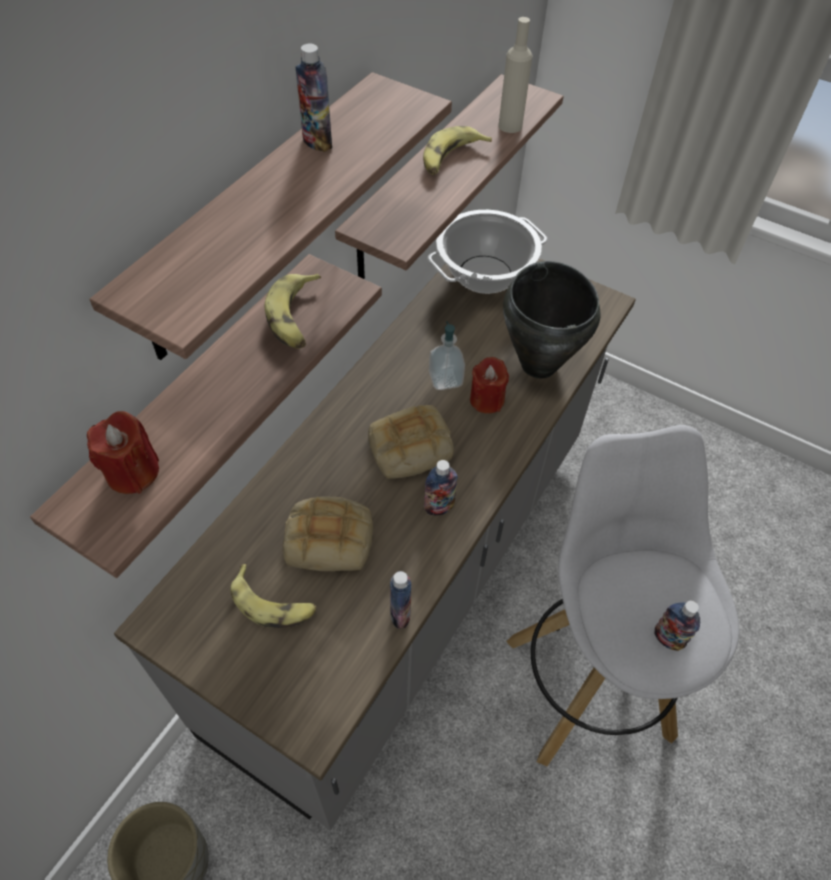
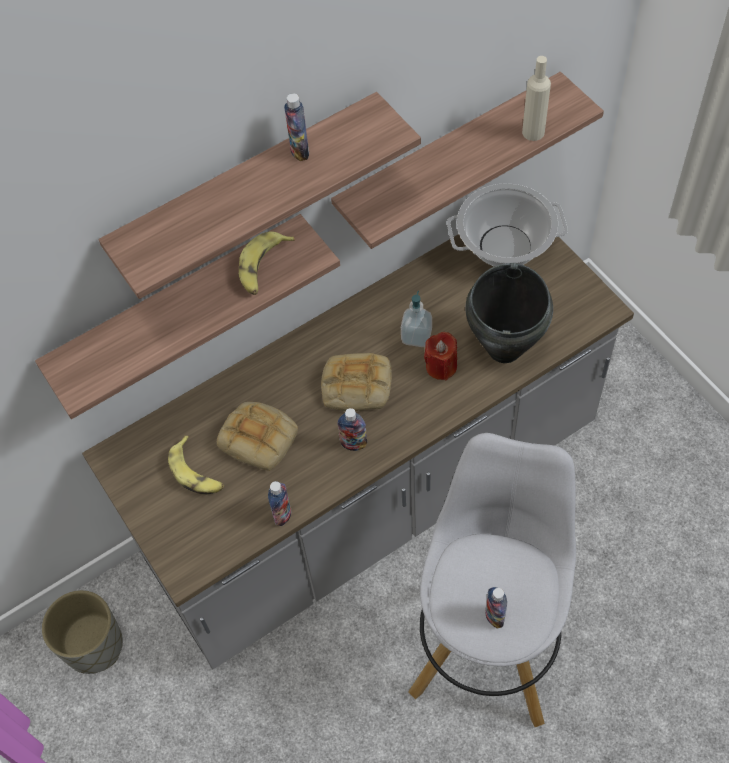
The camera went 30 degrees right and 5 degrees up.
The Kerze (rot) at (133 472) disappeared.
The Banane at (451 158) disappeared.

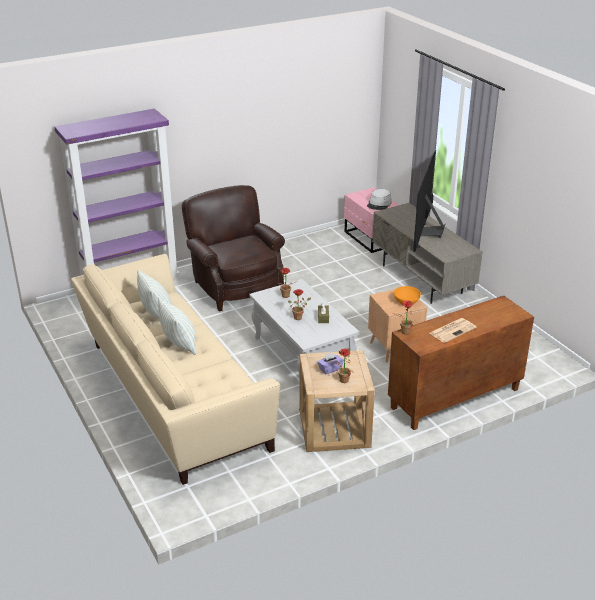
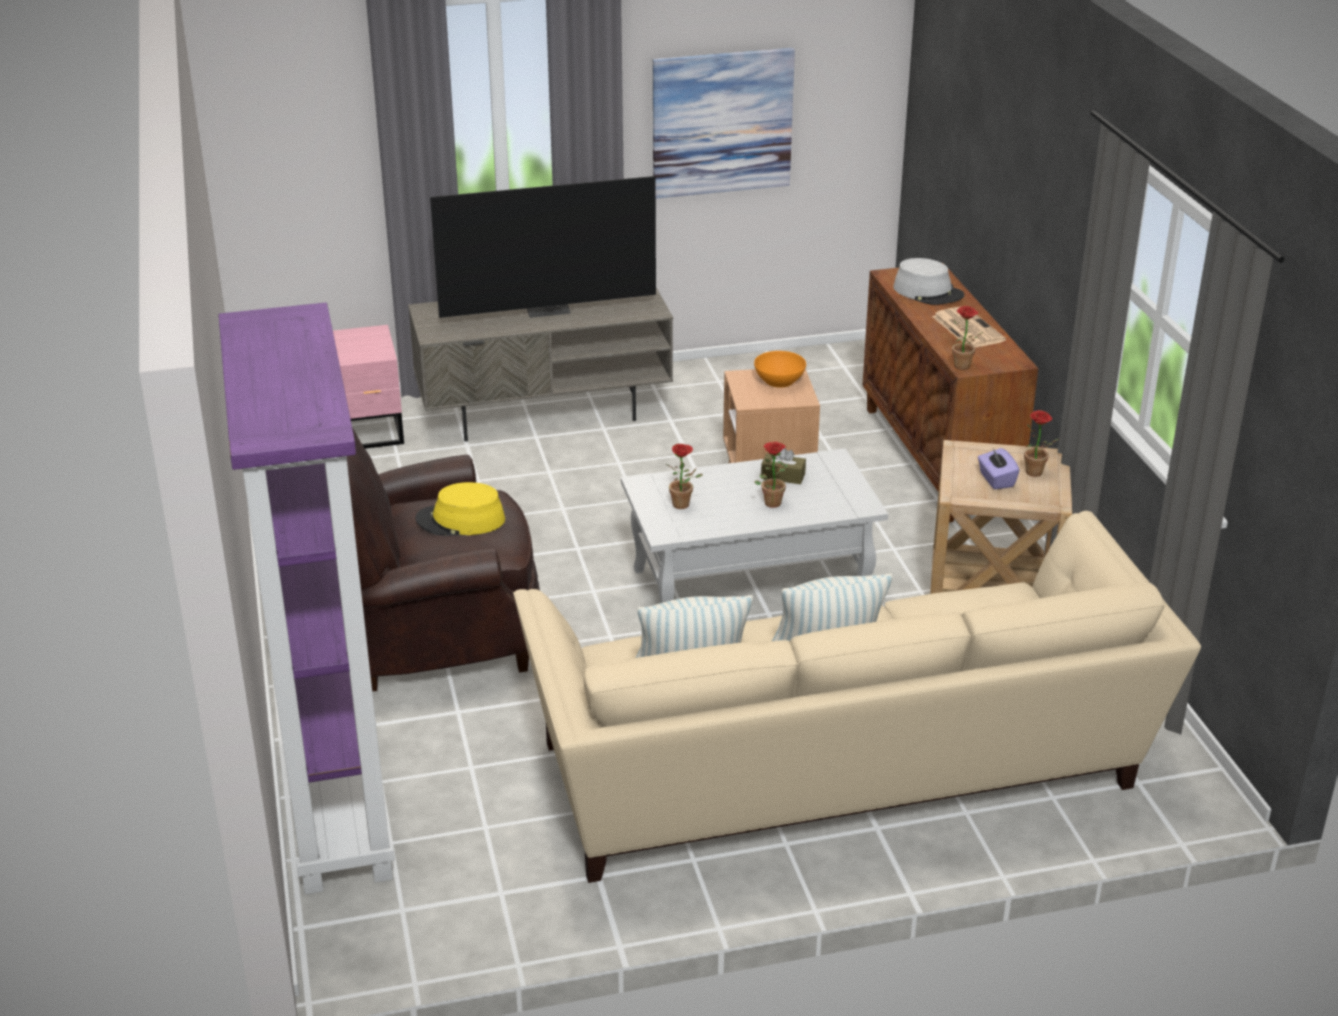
The camera went 75 degrees left and 0 degrees up.
The Hut (grau) moved from (379 204) to (928 292).
The Fernseher at (428 232) turned 45 degrees counterclockwise.
The Hut (gelb) at (460 520) appeared.
The Bild at (722 122) appeared.

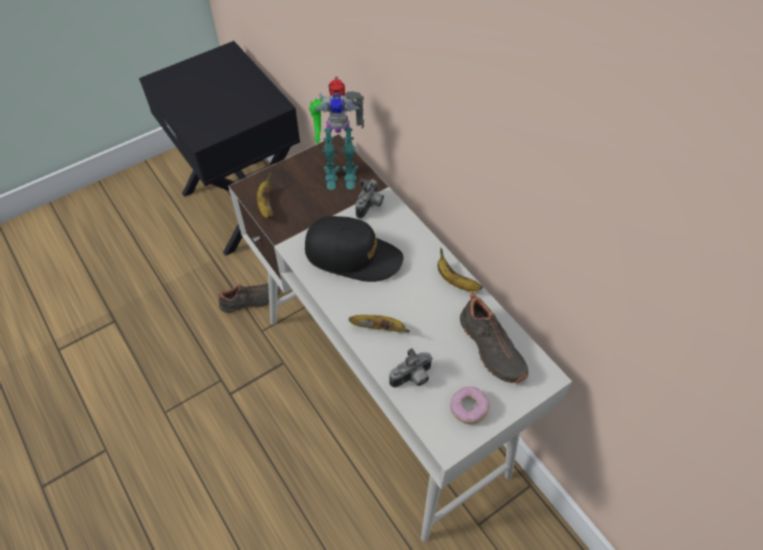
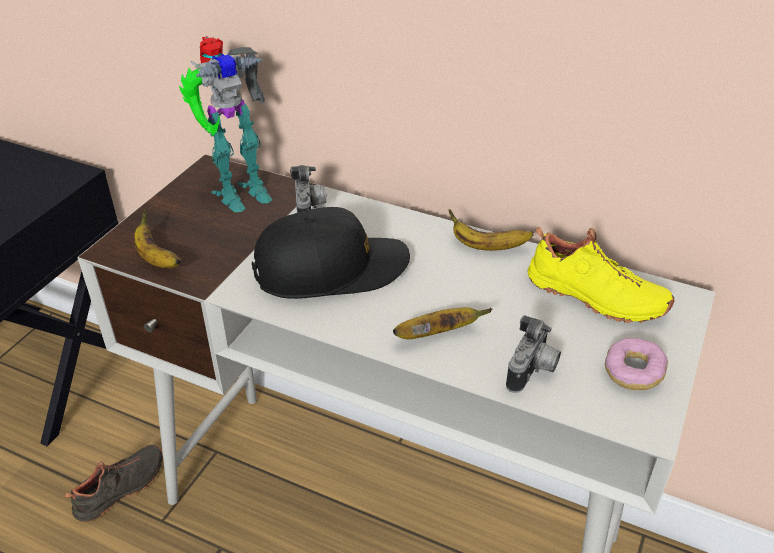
The camera went 30 degrees left and 15 degrees down.
The Schuh (schwarz) at (490 348) became the Schuh (gelb) at (594 298).

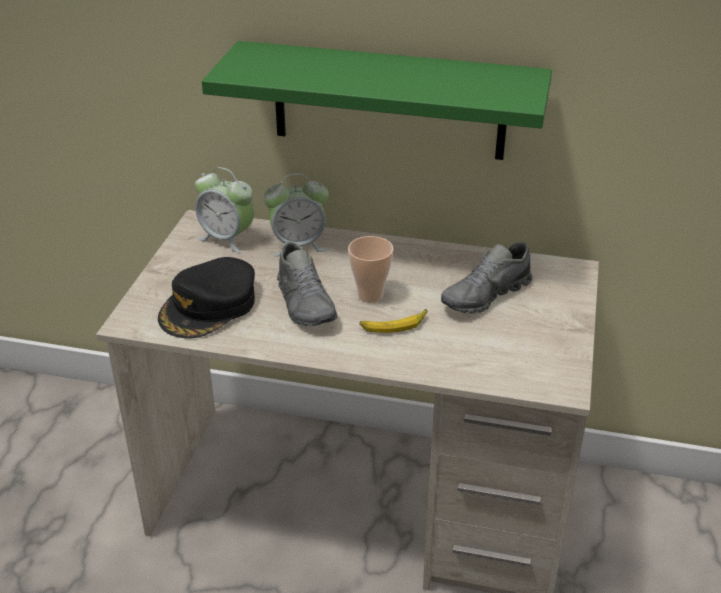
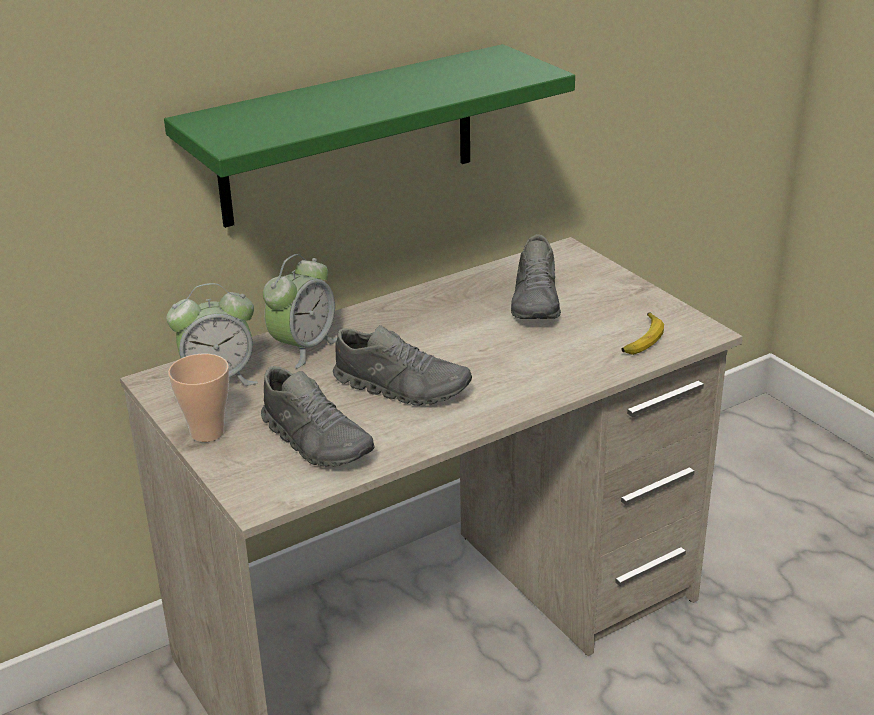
The camera went 45 degrees left and 5 degrees down.
The Kappe (schwarz) at (209 307) was replaced by the Schuh (grau) at (316 441).
The Tasse moved from (370 295) to (207 432).
The Banane moved from (394 325) to (642 340).

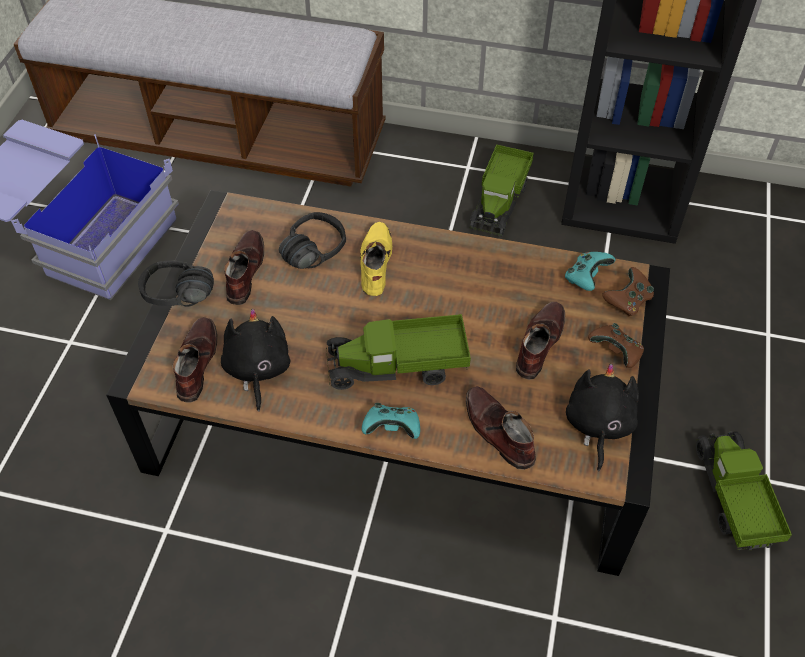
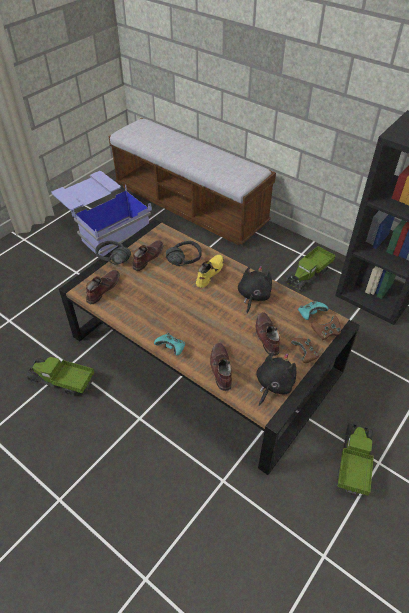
The camera went 25 degrees right and 5 degrees down.
The Plüschtier (schwarz) moved from (257 370) to (253 296).
The Spielzeuglaster moved from (398 366) to (62 381).
The Schuh (braun) at (538 343) turned 60 degrees counterclockwise.

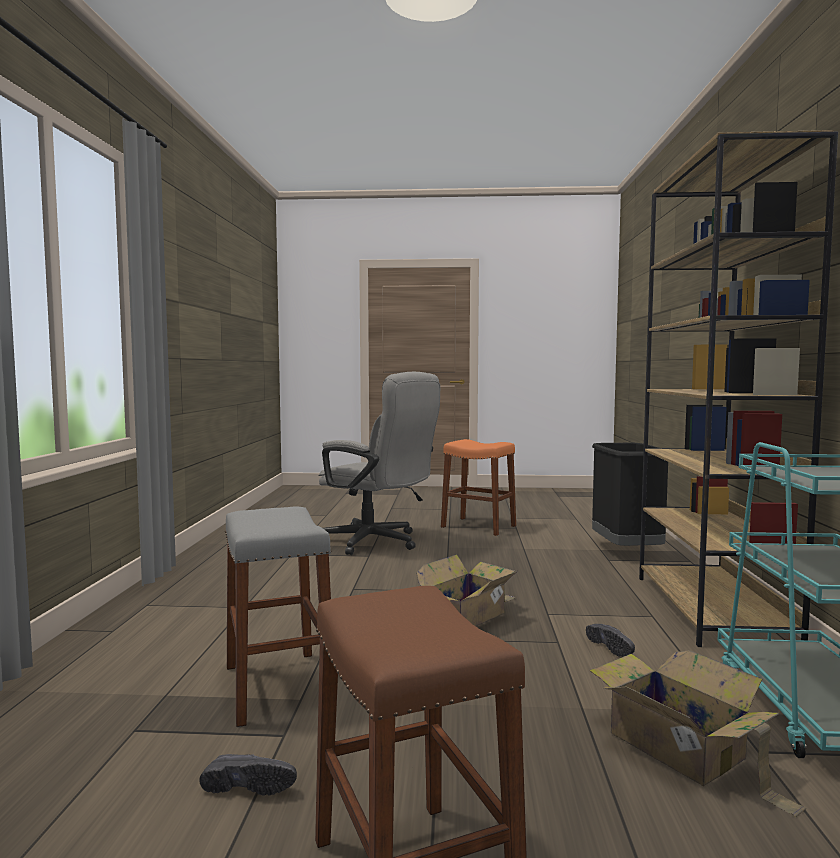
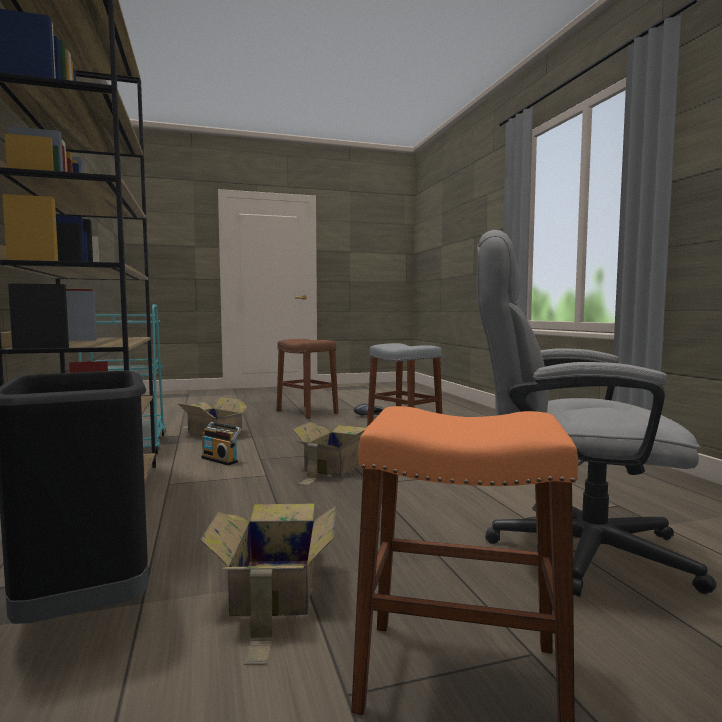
The camera went 160 degrees right and 0 degrees up.
The Schuh (schwarz) at (613 648) was replaced by the Radio at (221 460).
The Karton at (273 589) appeared.

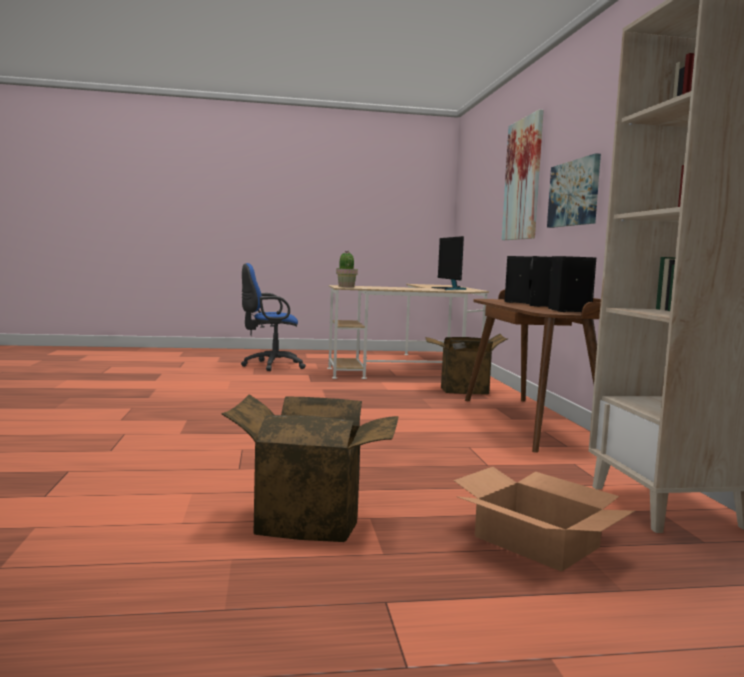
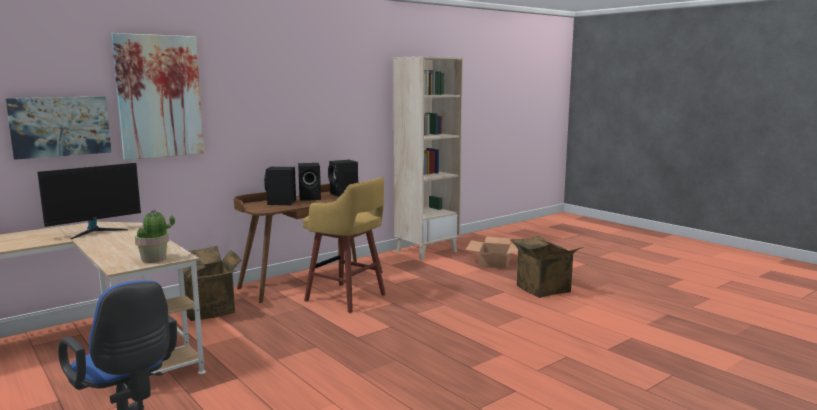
The camera went 120 degrees left and 5 degrees up.
The Bild moved from (574 193) to (60 126).
The Hocker (gelb) at (347 298) appeared.

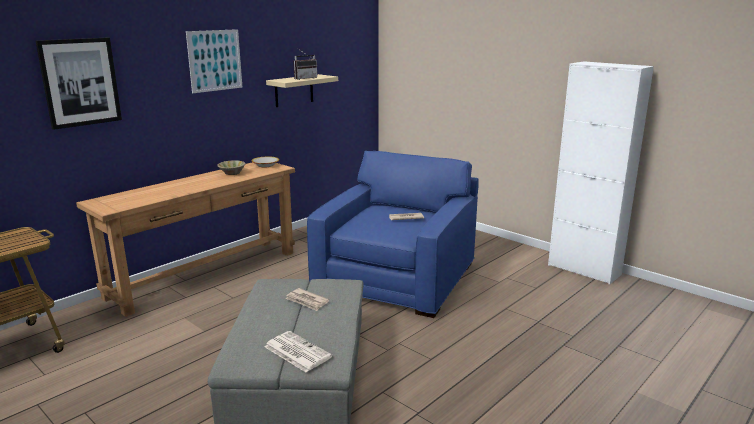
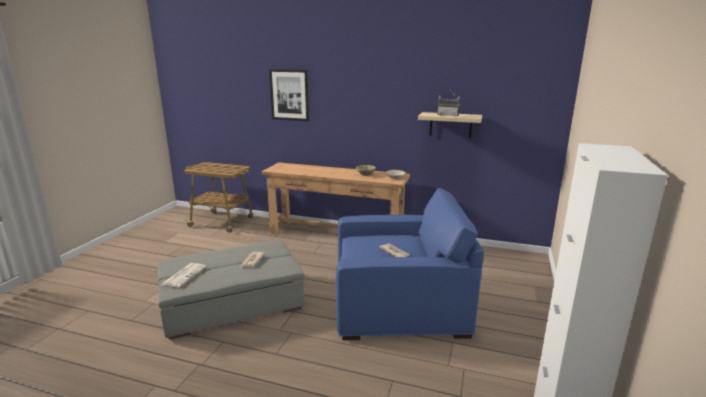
The camera went 65 degrees right and 0 degrees up.
The Bild at (215 60) disappeared.

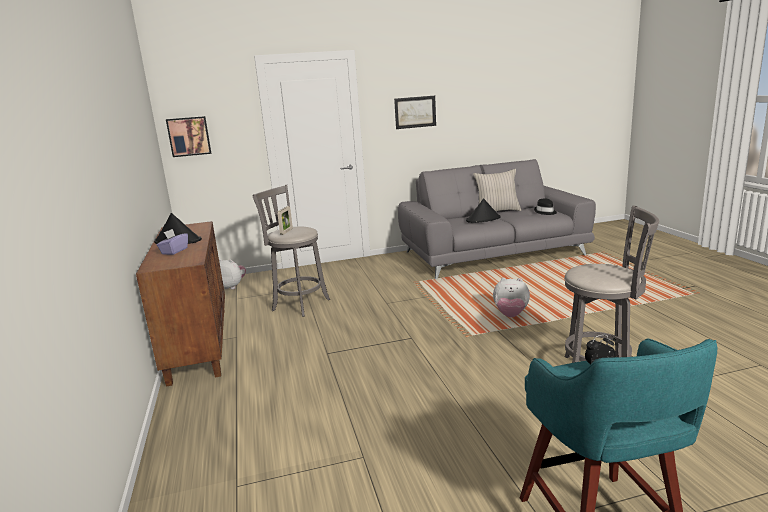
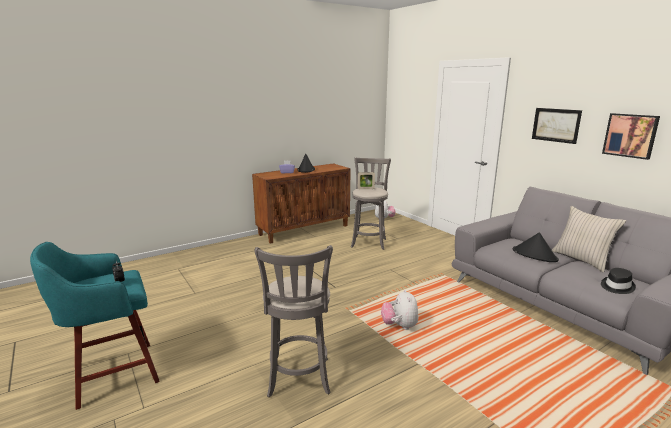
The camera went 70 degrees right and 0 degrees up.
The Bild moved from (189 136) to (630 135).

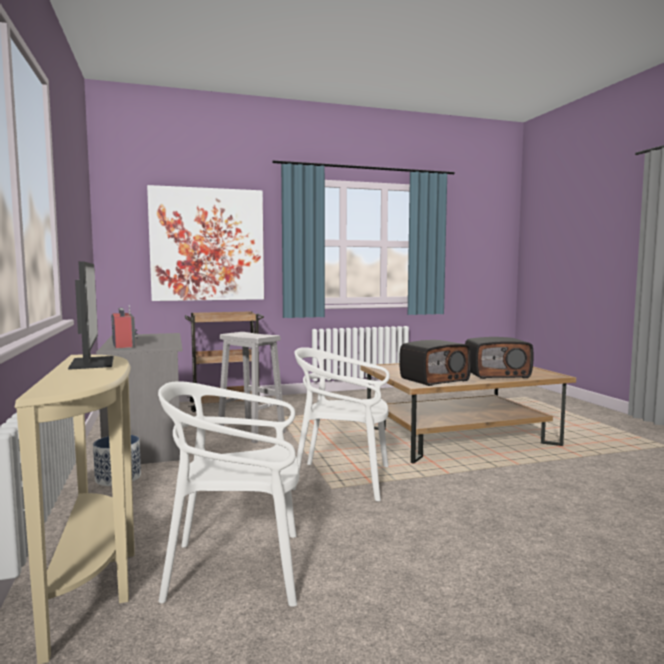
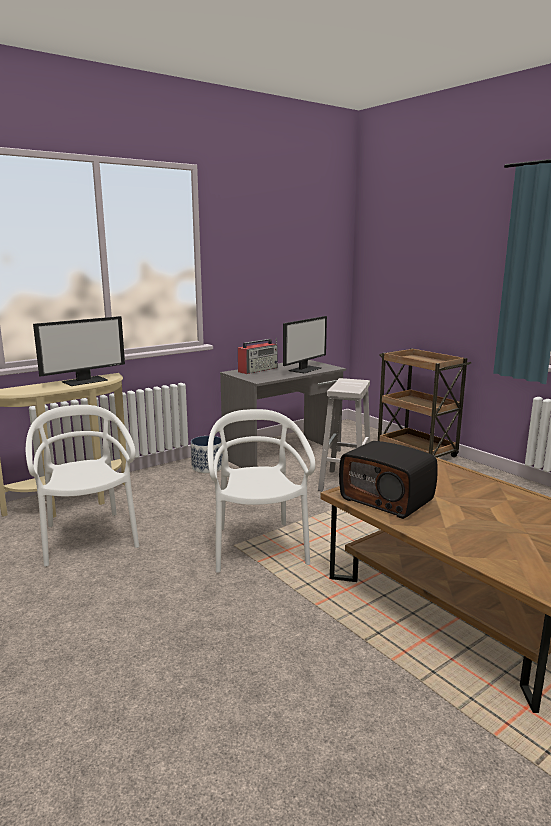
The camera went 70 degrees right and 10 degrees up.
The Bild at (207 244) disappeared.
The Radio at (497 374) disappeared.
The Monitor at (304 369) appeared.

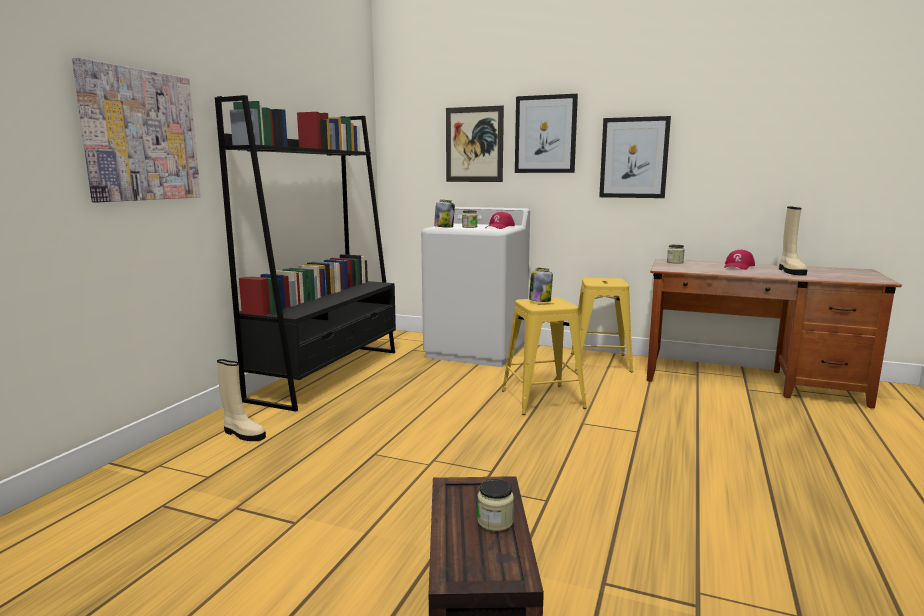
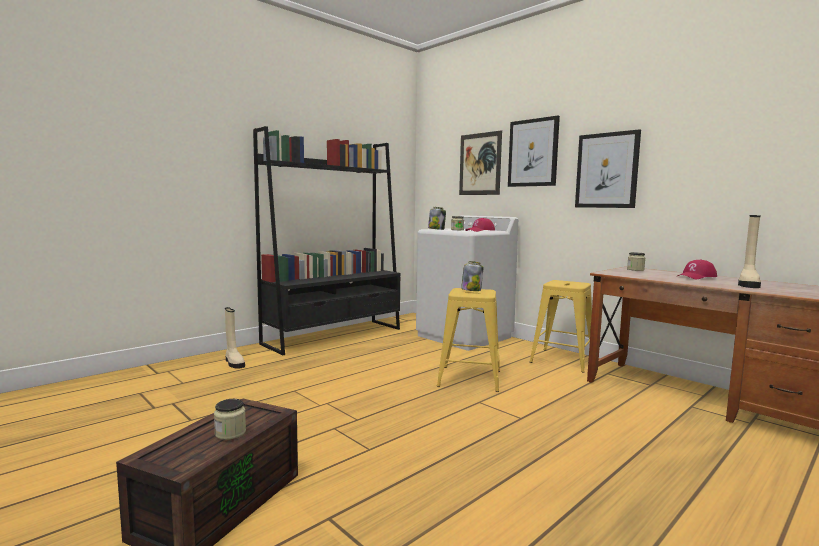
The camera went 25 degrees right and 5 degrees down.
The Bild at (141 135) disappeared.

